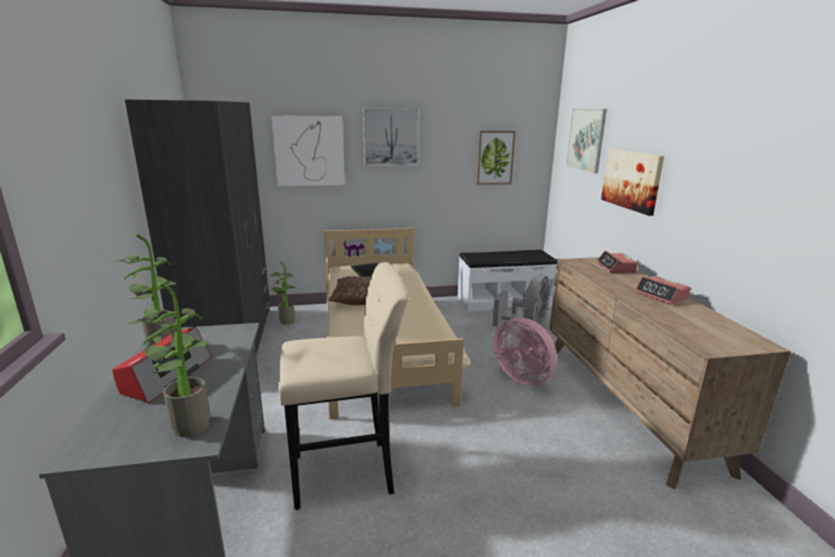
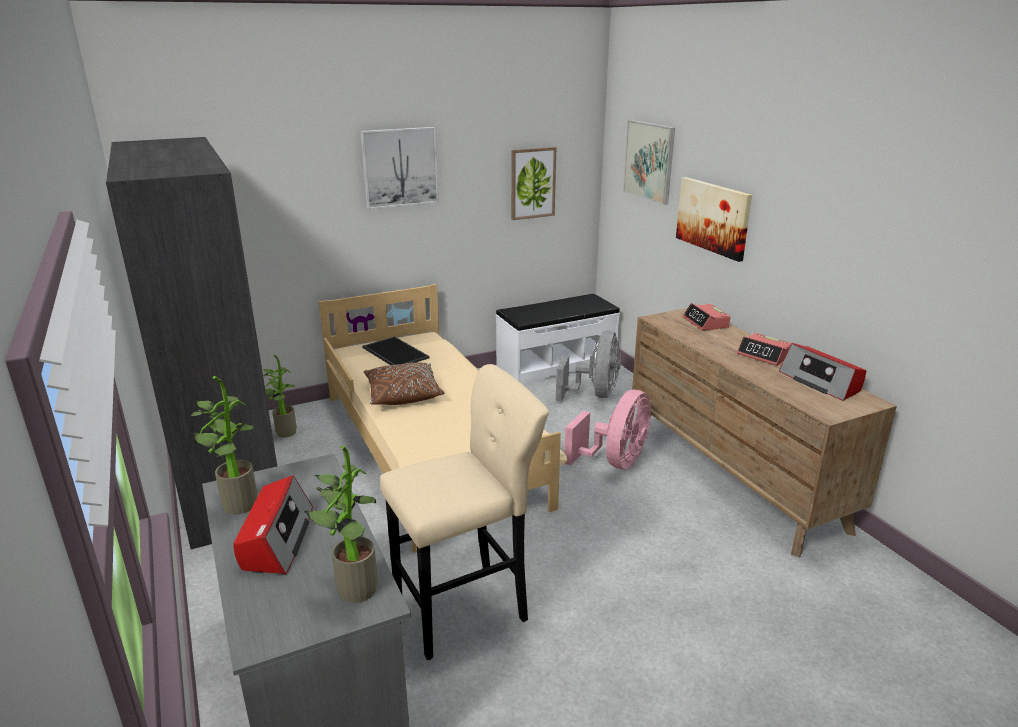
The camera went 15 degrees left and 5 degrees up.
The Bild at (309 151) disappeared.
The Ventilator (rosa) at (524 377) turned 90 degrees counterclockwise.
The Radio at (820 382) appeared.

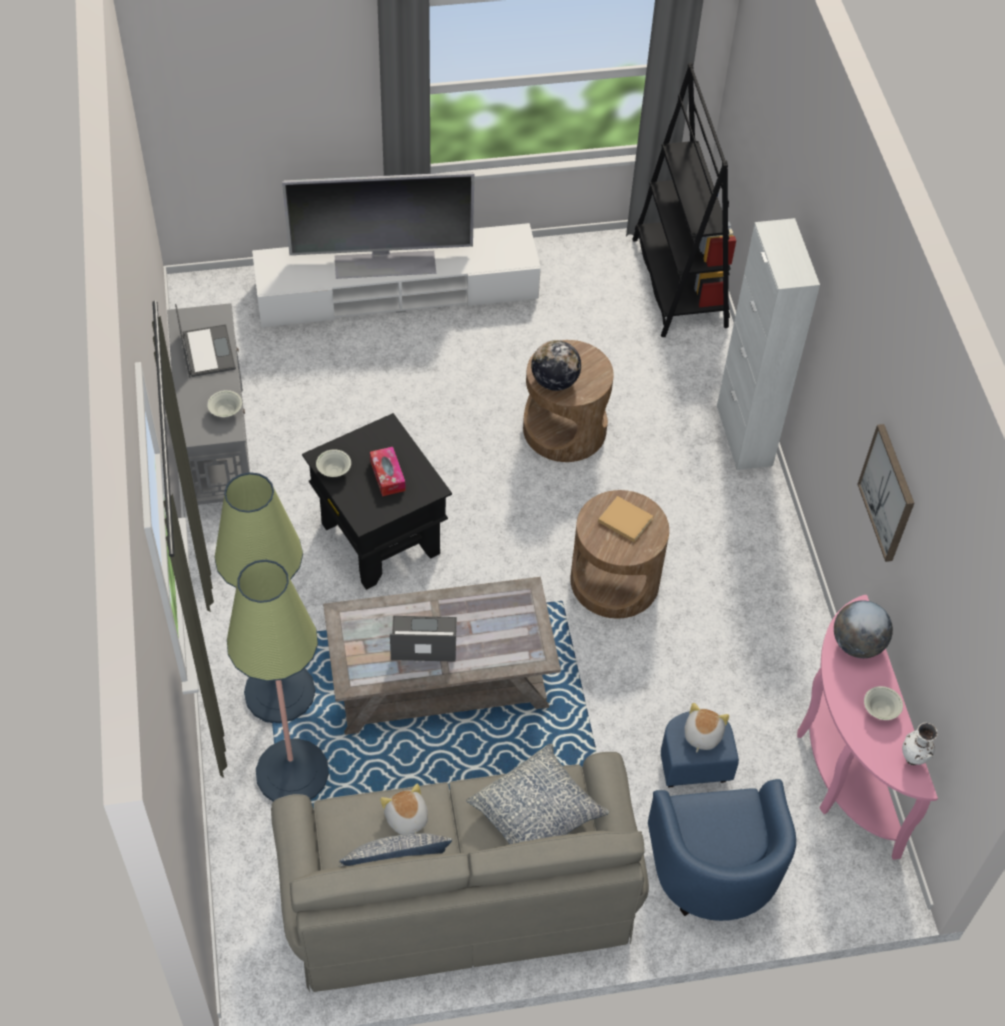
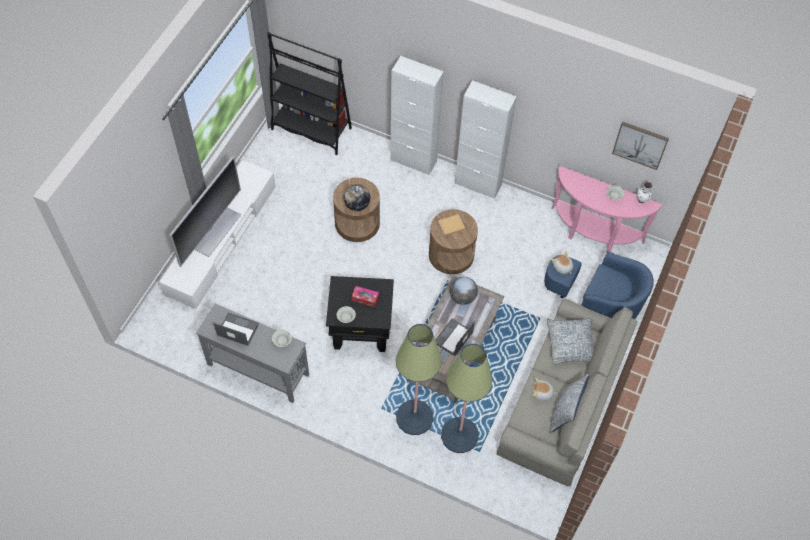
The camera went 55 degrees left and 5 degrees up.
The Globus moved from (857 644) to (462 297).
The Bild moved from (888 492) to (640 144).
The Schrank (weiß) at (478 184) appeared.

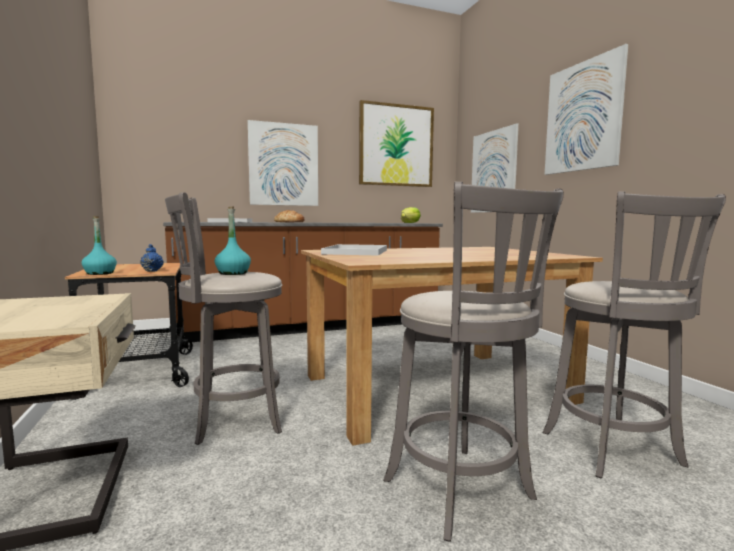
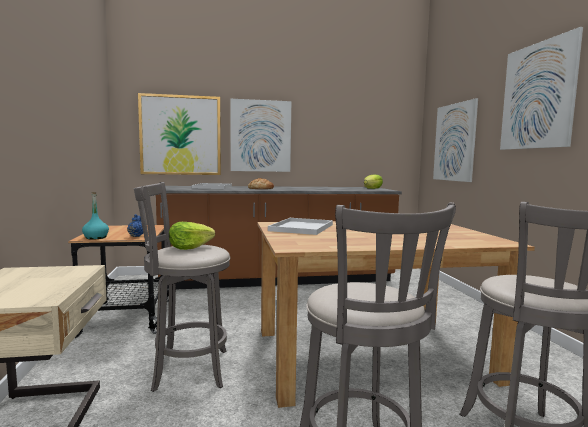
The camera went 10 degrees right and 0 degrees up.
The Flasche (türkis) at (233 273) was replaced by the Salatkopf at (189 247).
The Bild moved from (396 145) to (180 135).

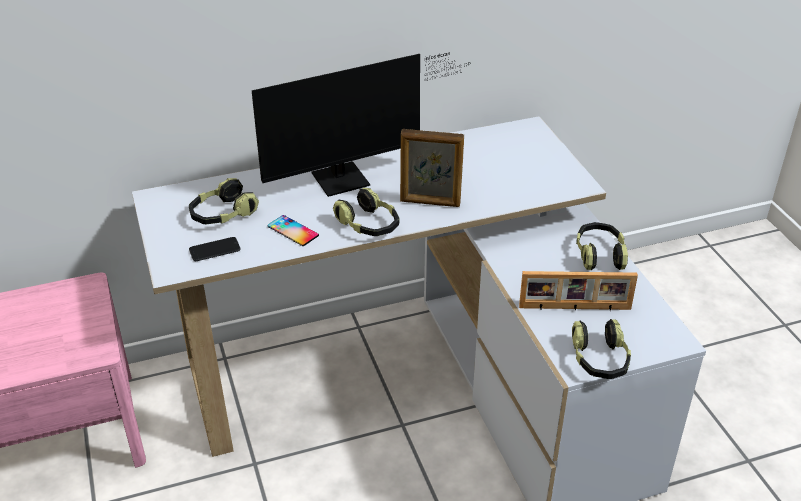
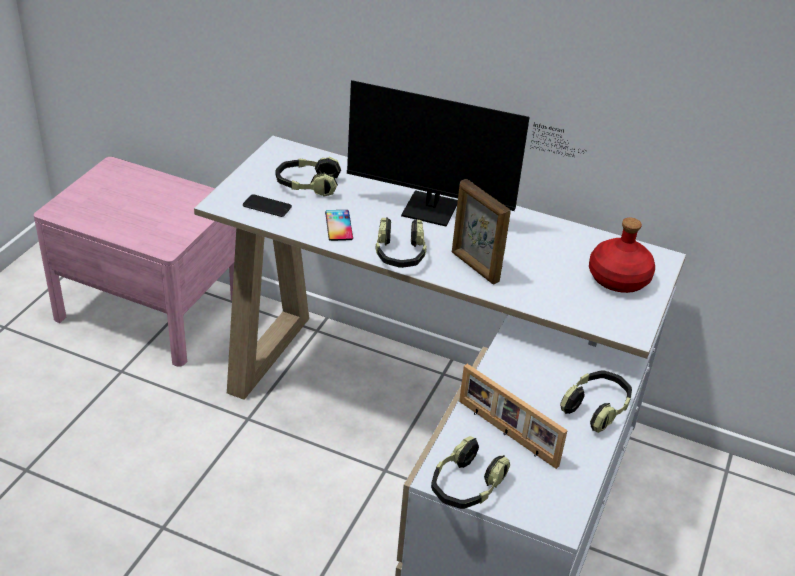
The camera went 40 degrees right and 0 degrees up.
The Flasche (rot) at (618 279) appeared.

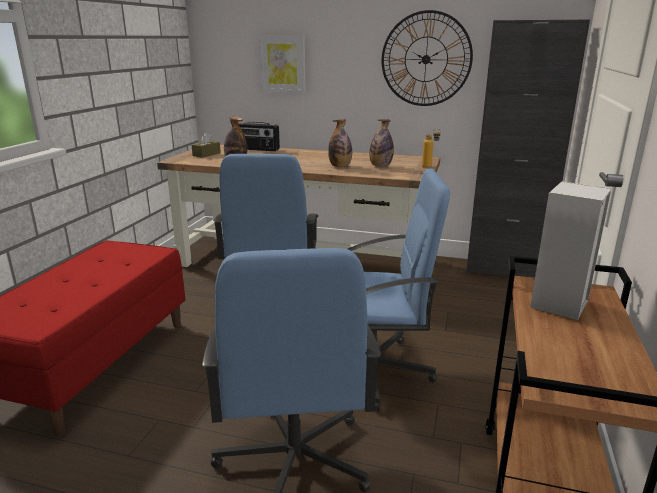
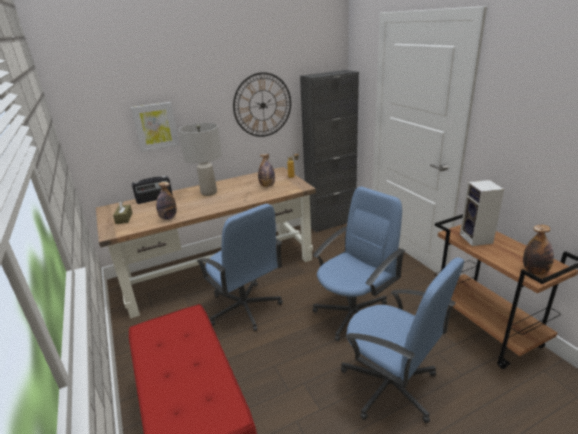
The camera went 40 degrees left and 5 degrees up.
The Flasche moved from (340 166) to (535 271).
The Tischlampe (grau) at (208 193) appeared.

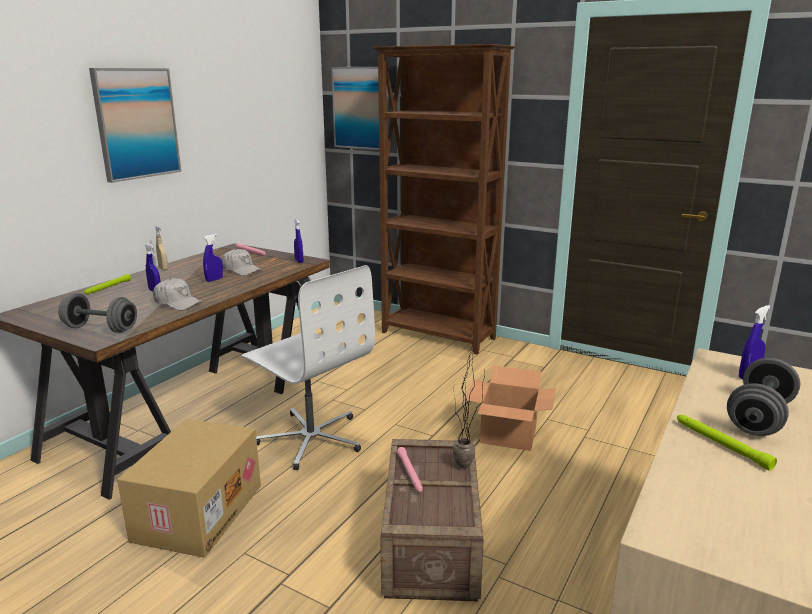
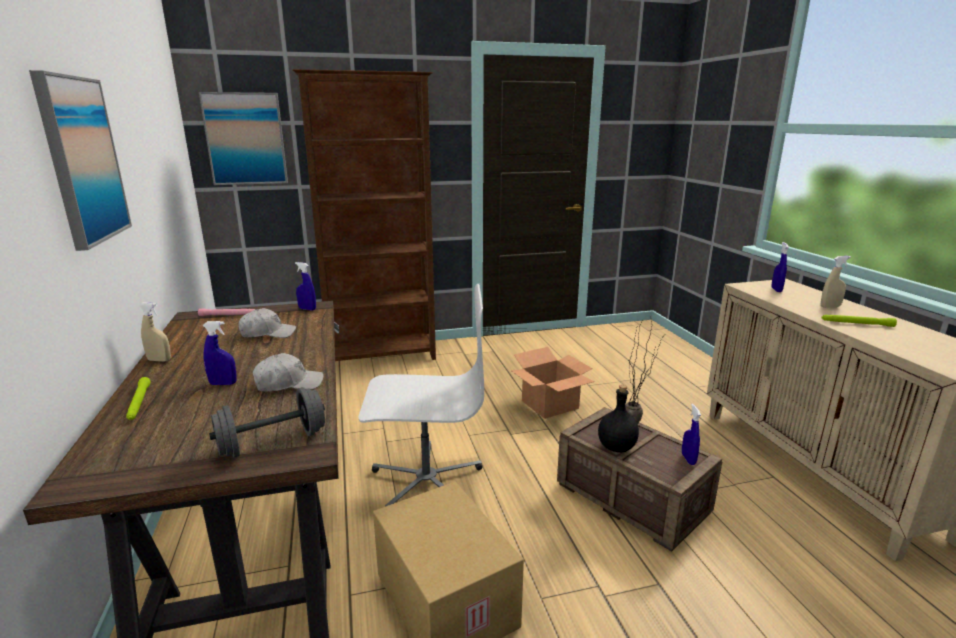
The camera went 45 degrees left and 0 degrees up.
The Sprühflasche (blau) moved from (214 280) to (688 459).
The Taschenlampe (rosa) at (410 473) was replaced by the Flasche (schwarz) at (617 447).
The Hantel (grau) at (759 418) was replaced by the Sprühflasche (beige) at (830 306).

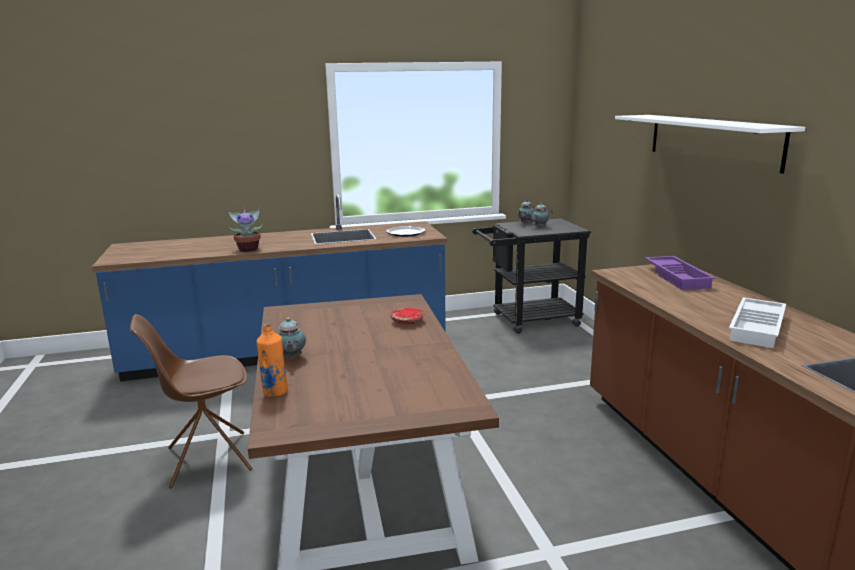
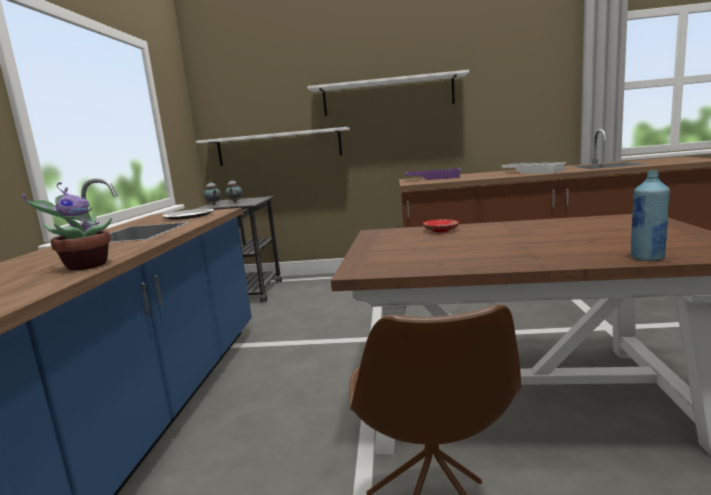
The camera went 70 degrees left and 5 degrees down.
The Flasche (orange) at (275 392) became the Flasche (blau) at (647 258).
The Teekanne at (291 358) disappeared.
The Wandregal (weiß) at (279 147) appeared.

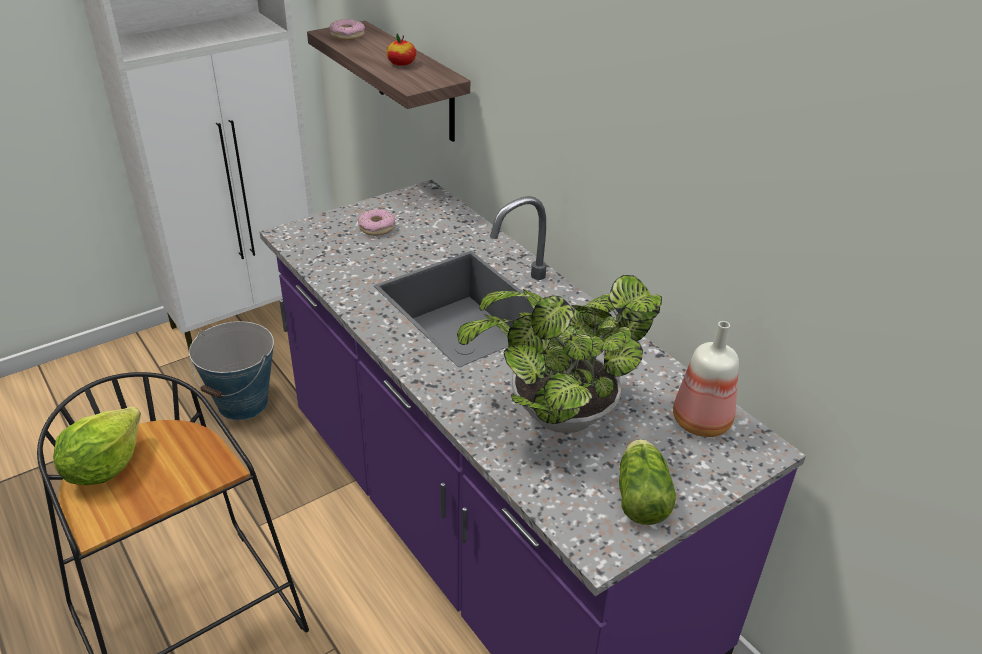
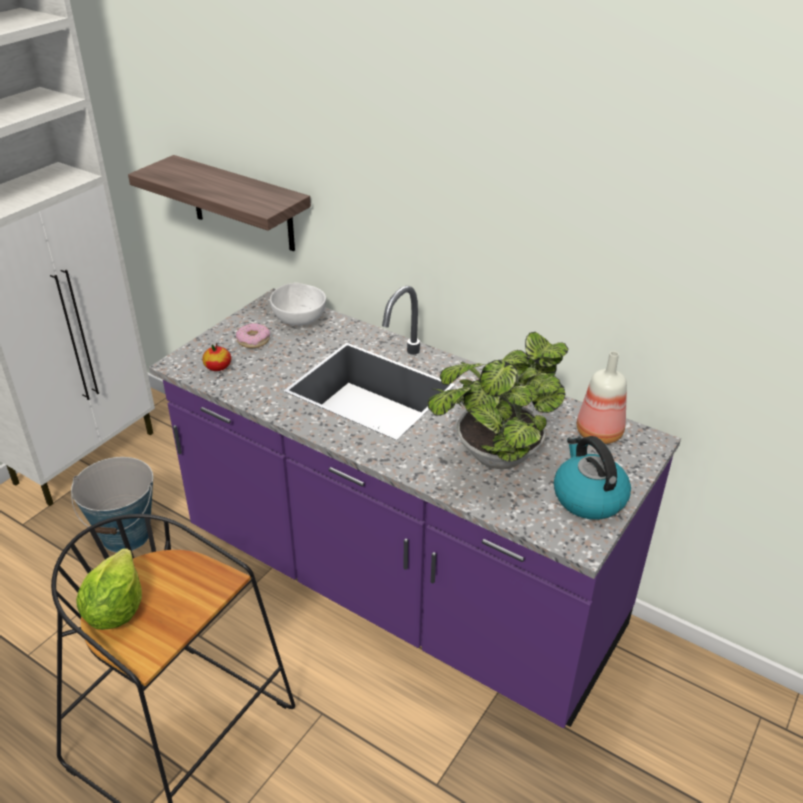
The camera went 20 degrees left and 0 degrees up.
The Donut at (347 35) disappeared.
The Apfel moved from (401 63) to (218 367).
The Salatkopf at (641 494) was replaced by the Wasserkessel at (588 497).
The Schüssel (weiß) at (300 319) appeared.

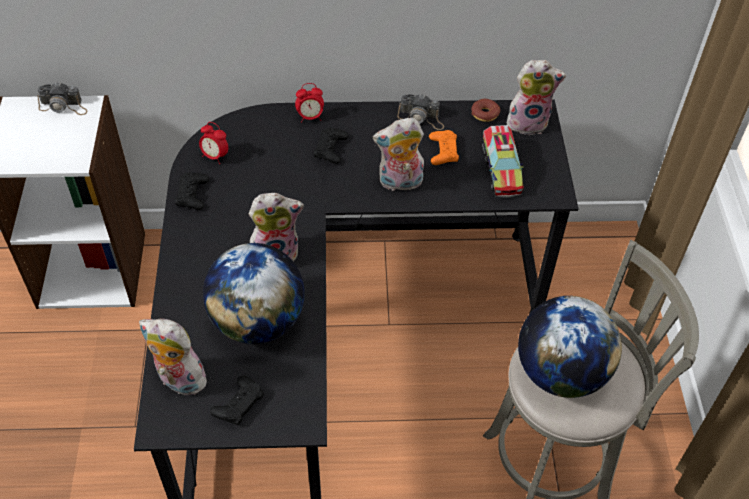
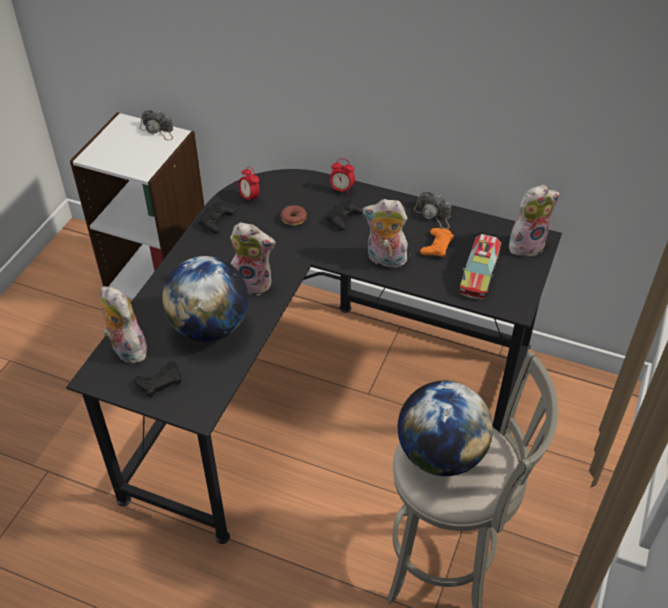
The camera went 25 degrees right and 5 degrees down.
The Donut moved from (485 114) to (293 219).
The Plüschtier at (528 122) turned 45 degrees counterclockwise.

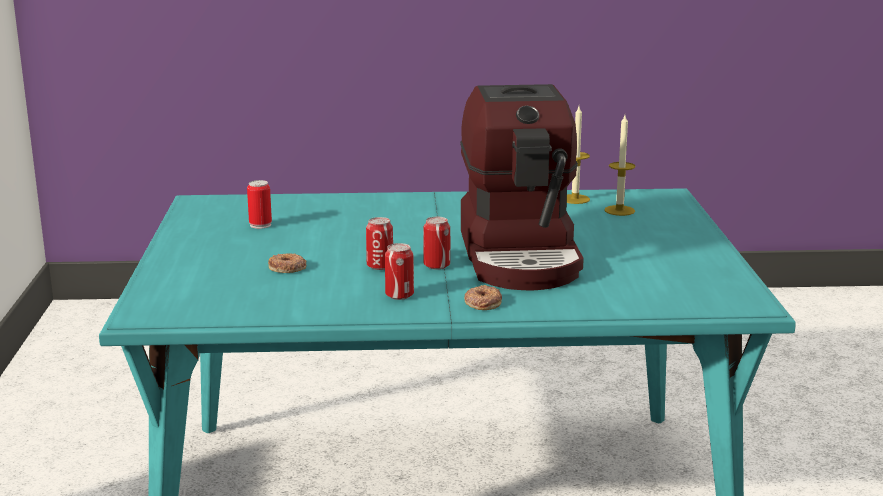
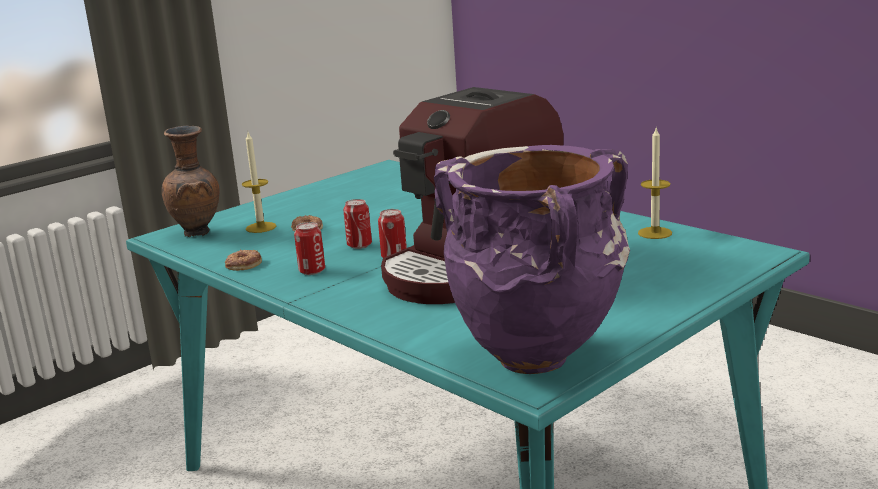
The camera went 50 degrees right and 0 degrees up.
The Dose at (260 225) disappeared.
The Donut moved from (483 302) to (243 264).
The Kerze moved from (619 210) to (261 227).
The Vase (braun) at (198 234) appeared.
The Vase (lila) at (539 359) appeared.

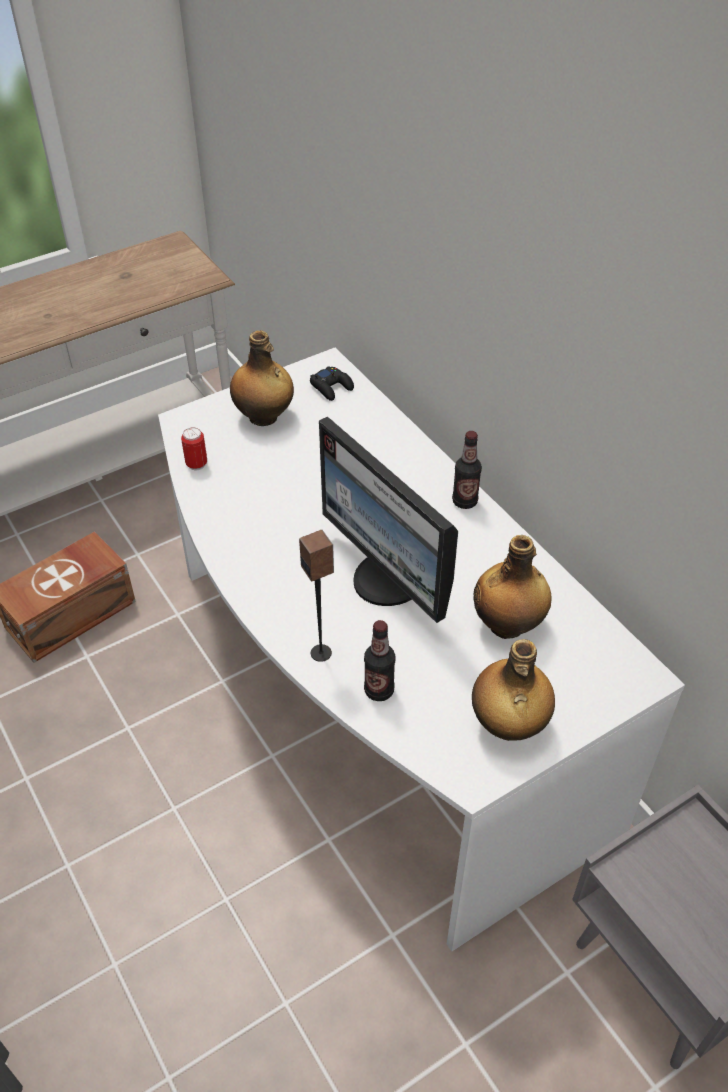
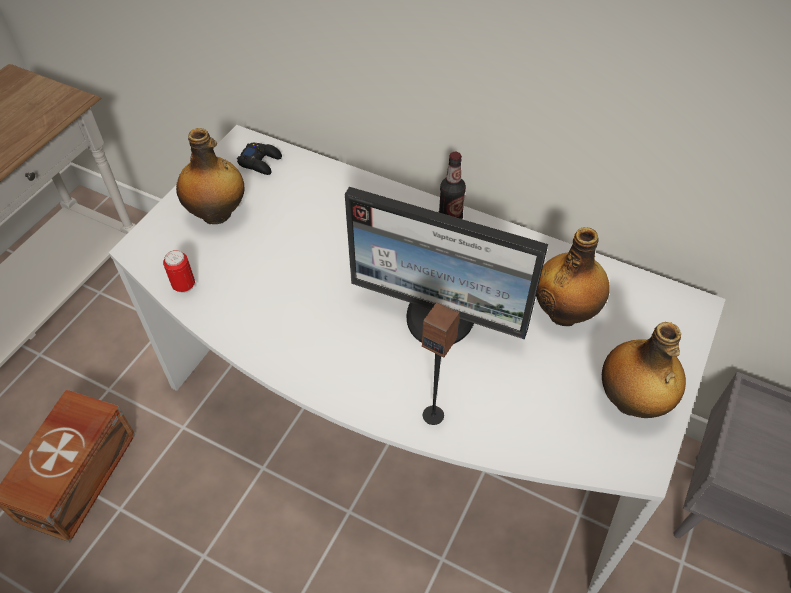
The camera went 30 degrees left and 5 degrees up.
The Flasche at (379 690) disappeared.

